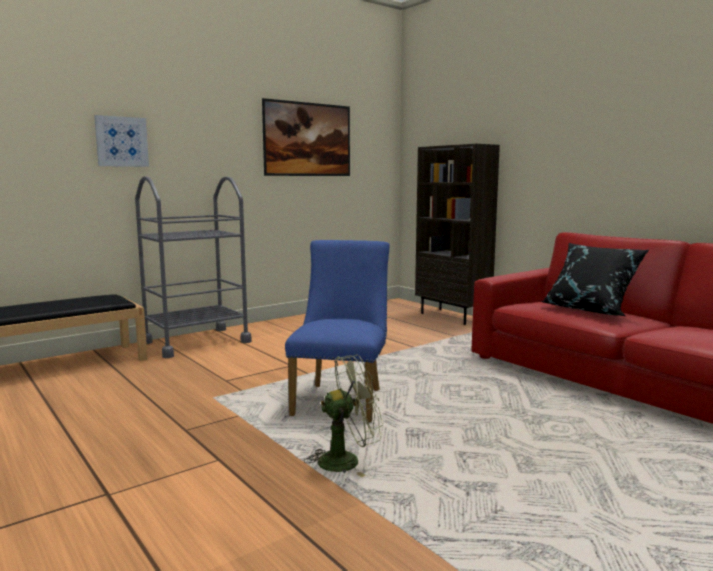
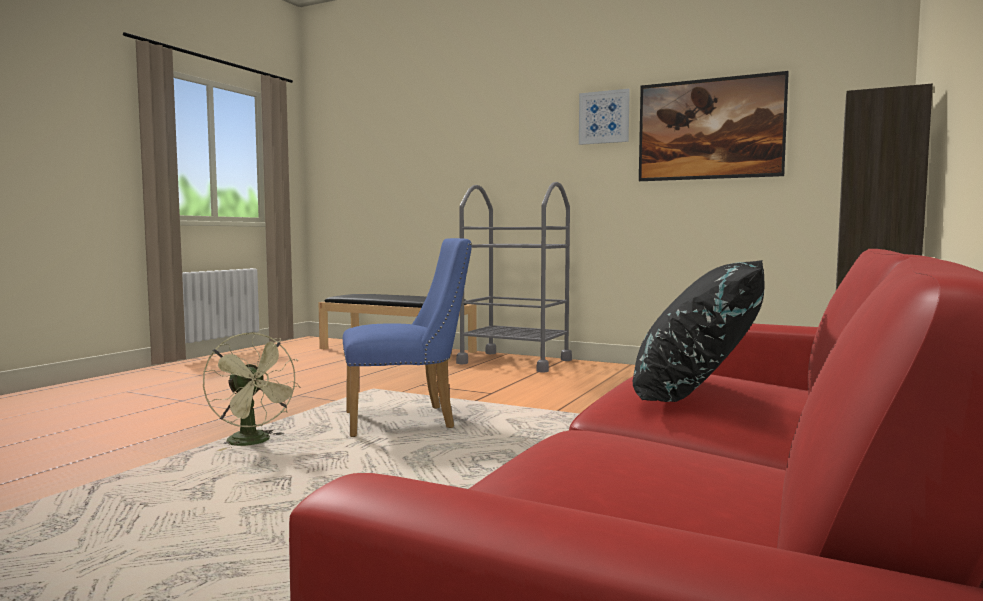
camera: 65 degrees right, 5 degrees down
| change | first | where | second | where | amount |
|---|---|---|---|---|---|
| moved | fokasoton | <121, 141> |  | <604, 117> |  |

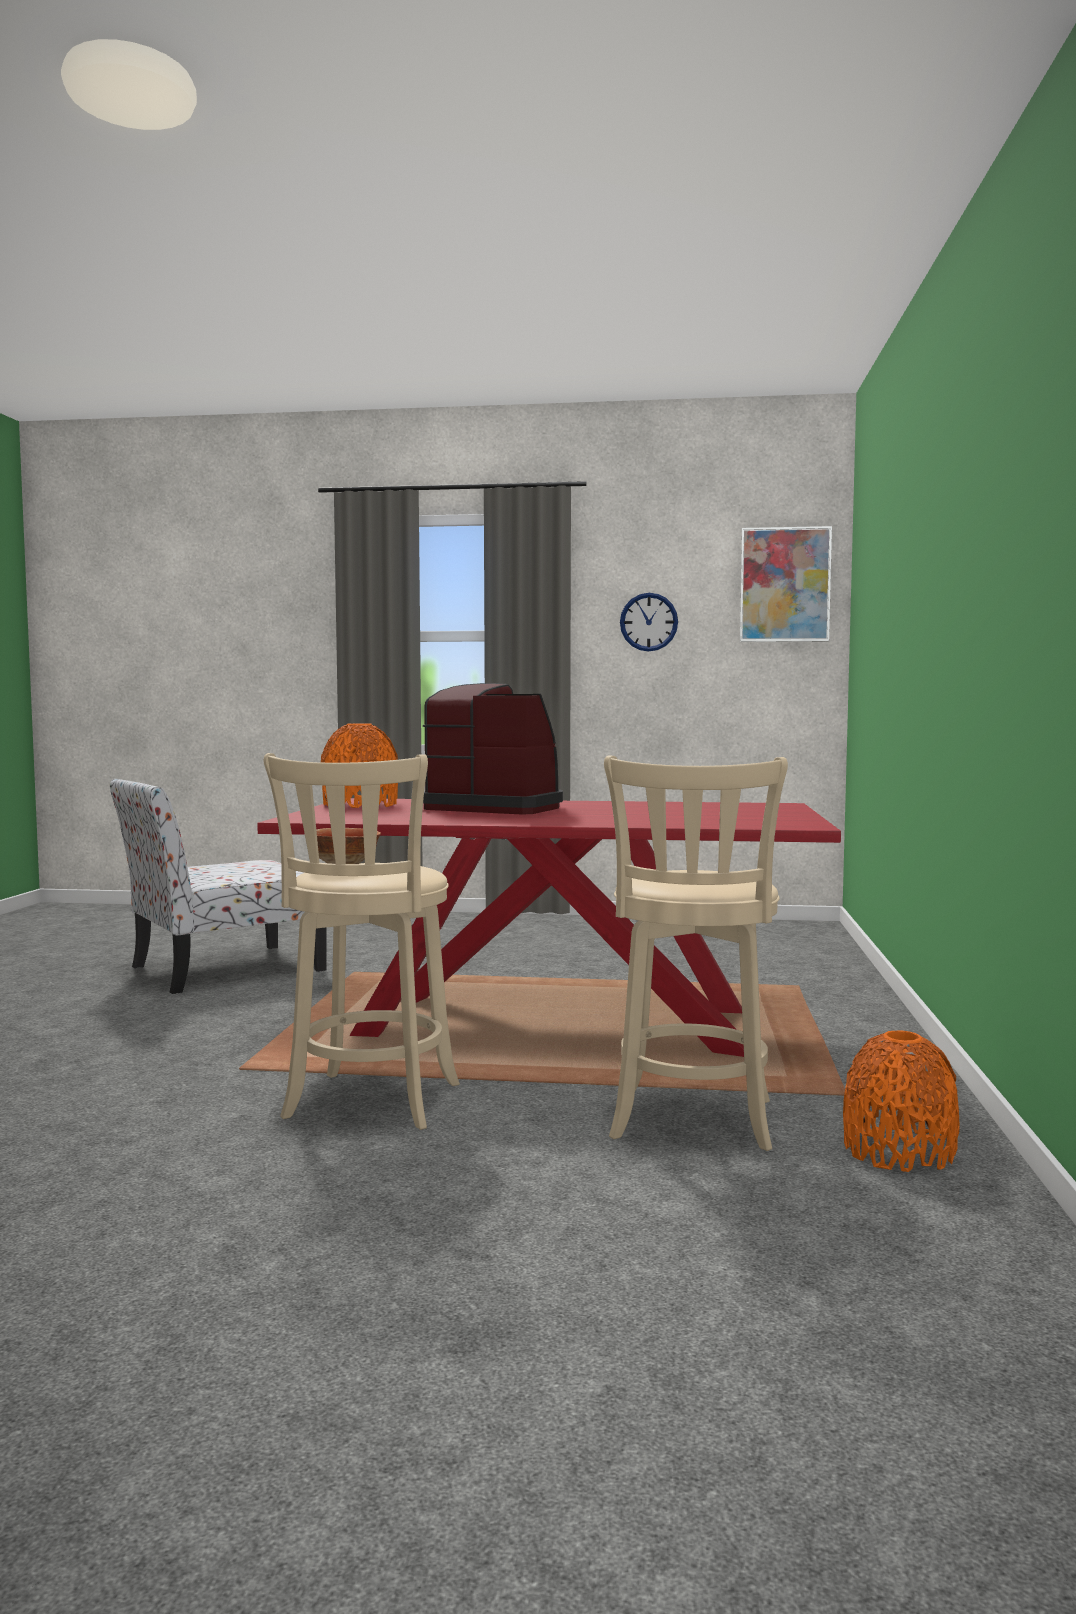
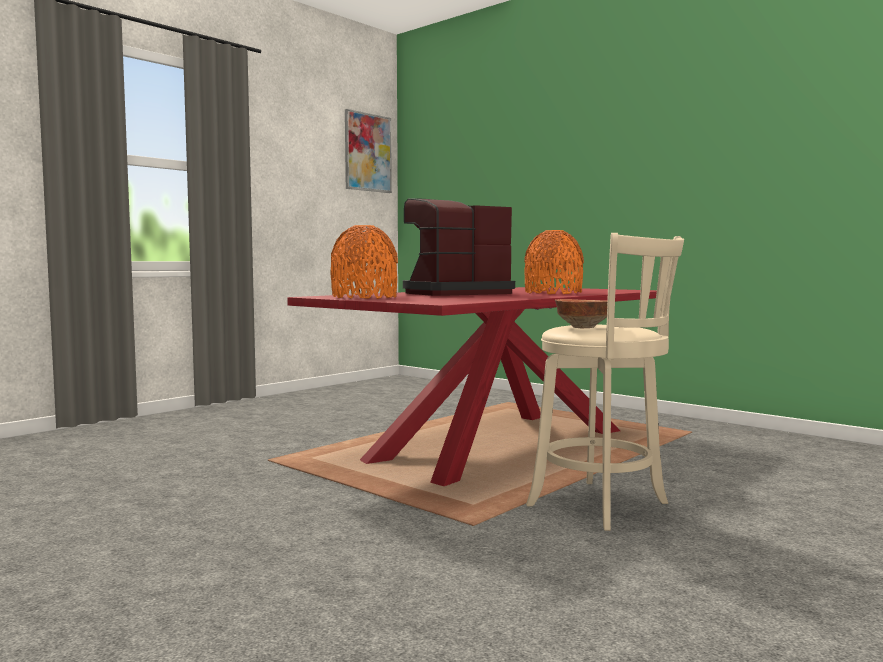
camera: 55 degrees left, 0 degrees up
| change | first | where | second | where | amount |
|---|---|---|---|---|---|
| moved | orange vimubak | <898, 1151> |  | <553, 293> |  |
| removed | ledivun | <222, 969> |  |  |  |
| removed | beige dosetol | <691, 1123> |  |  |  |
| removed | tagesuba | <648, 622> |  |  |  |

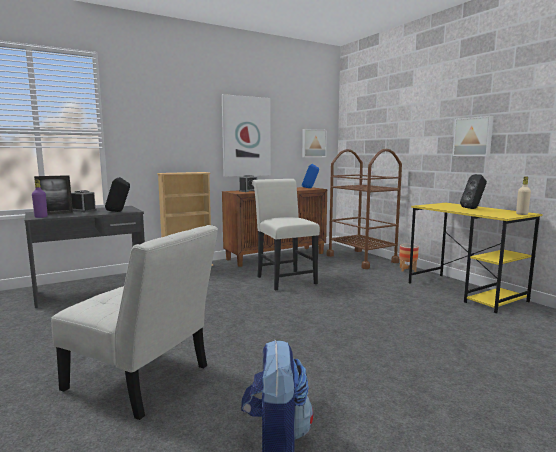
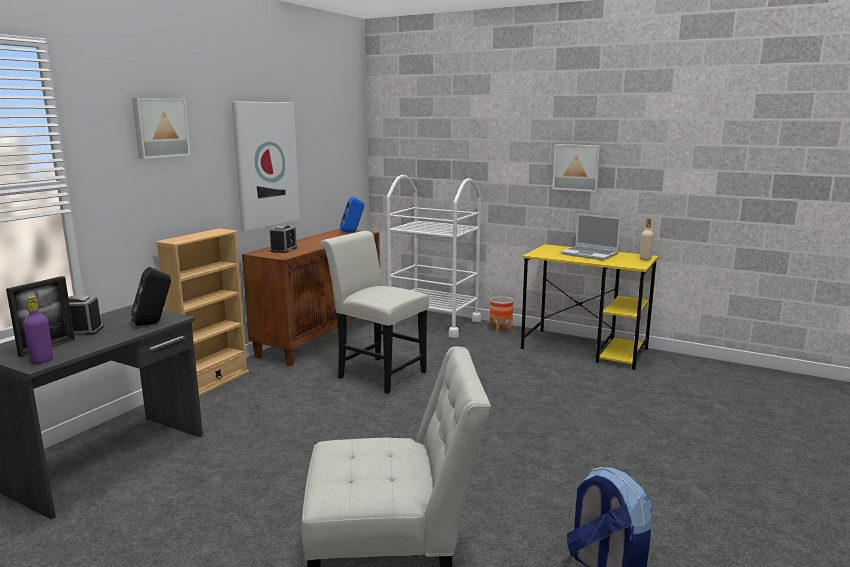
camera: 30 degrees left, 5 degrees up
| change | first | where | second | where | amount |
|---|---|---|---|---|---|
| moved | fokasoton | <313, 143> |  | <160, 128> |  |
| recoloured | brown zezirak | <361, 259> | white zezirak | <433, 322> |  |
| replaced | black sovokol | <473, 208> | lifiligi | <590, 254> |  |

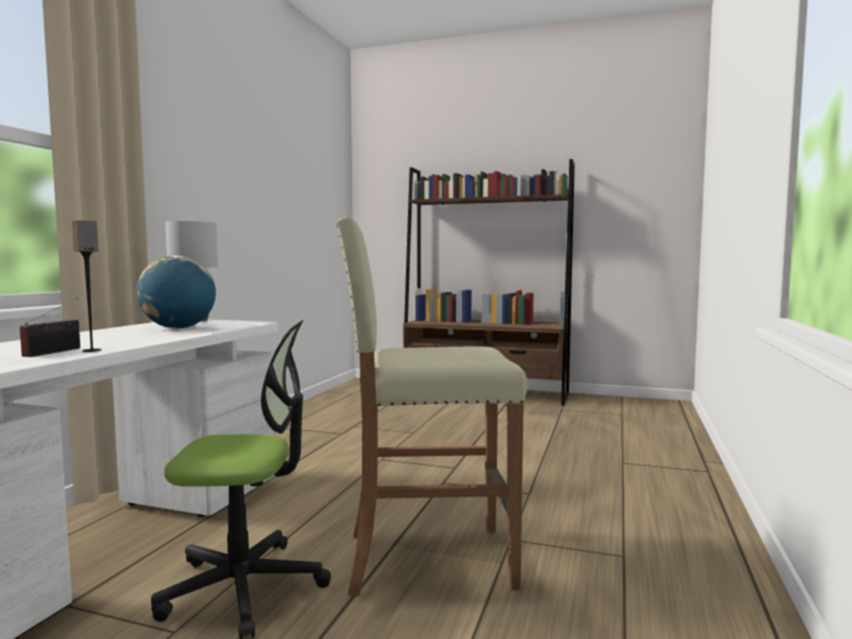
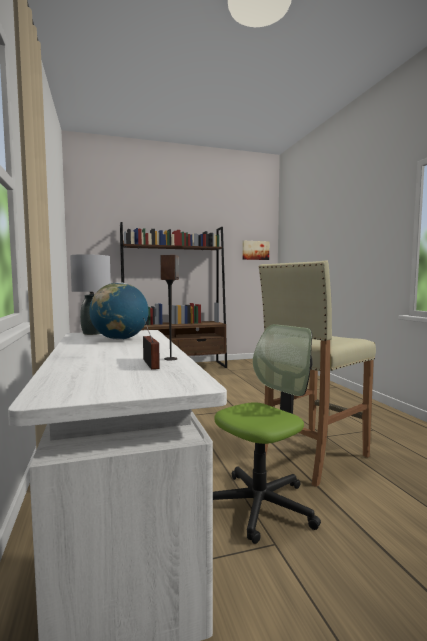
camera: 35 degrees left, 0 degrees up
| change | first | where | second | where | amount |
|---|---|---|---|---|---|
| added |  |  | fokasoton | <255, 250> |  |

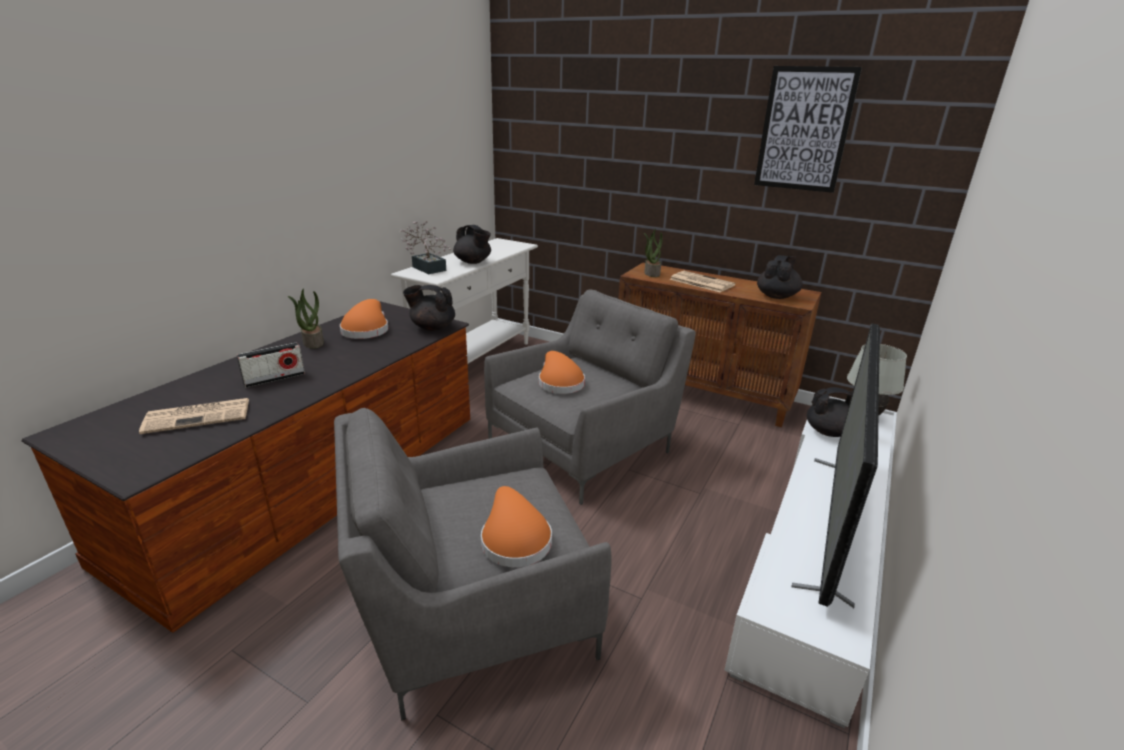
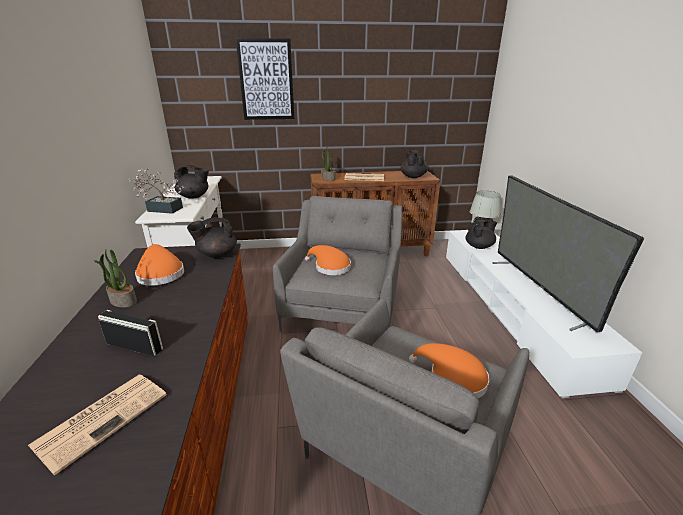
camera: 35 degrees left, 0 degrees up
| change | first | where | second | where | amount |
|---|---|---|---|---|---|
| turned | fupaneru | <274, 378> |  | <134, 346> | 90 degrees counterclockwise |
| moved | fokasoton | <804, 130> |  | <266, 80> |  |

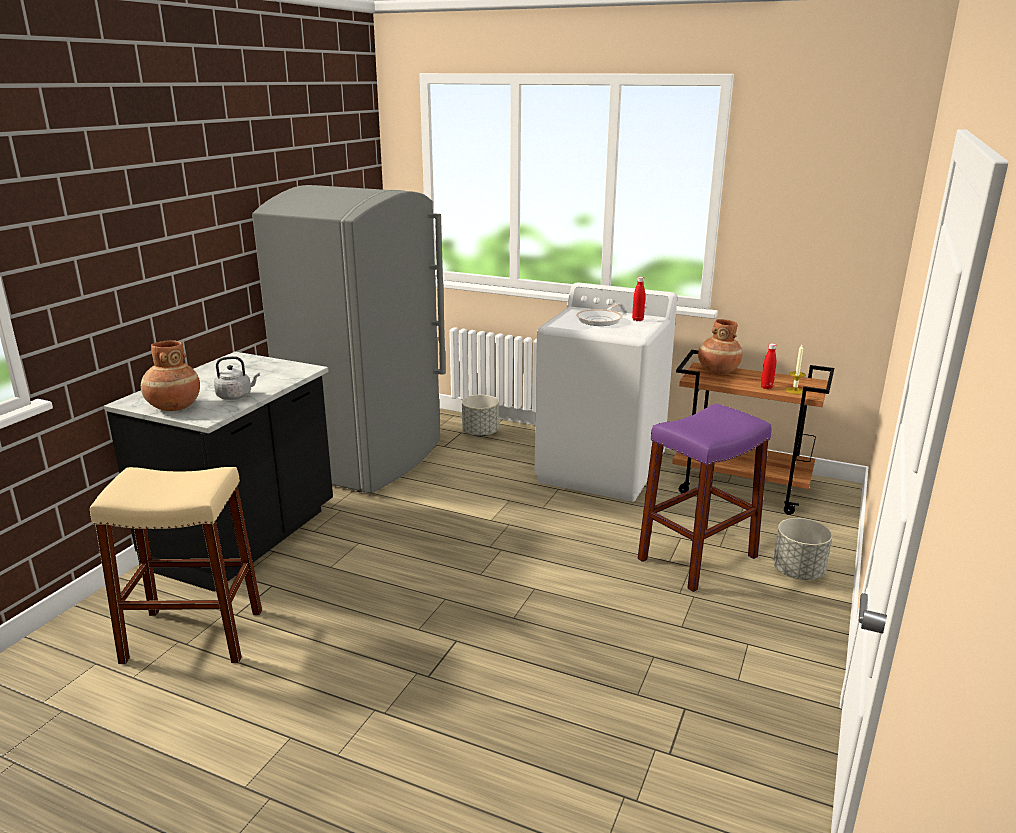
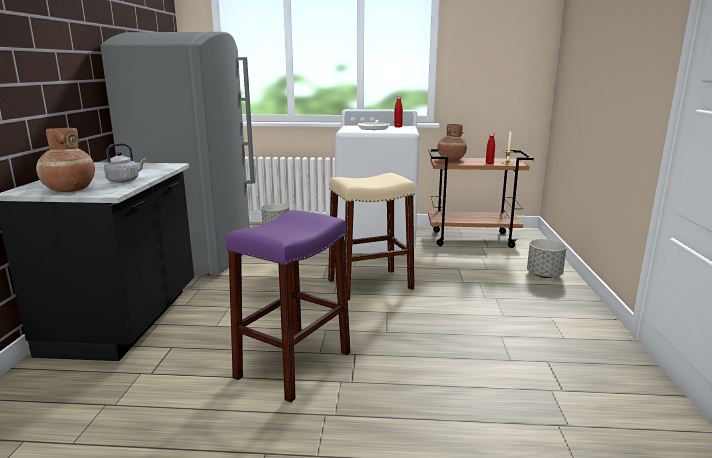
camera: 20 degrees left, 5 degrees down
| change | first | where | second | where | amount |
|---|---|---|---|---|---|
| moved | purple dosetol | <697, 558> |  | <294, 364> |  |
| moved | beige dosetol | <194, 636> |  | <370, 284> |  |

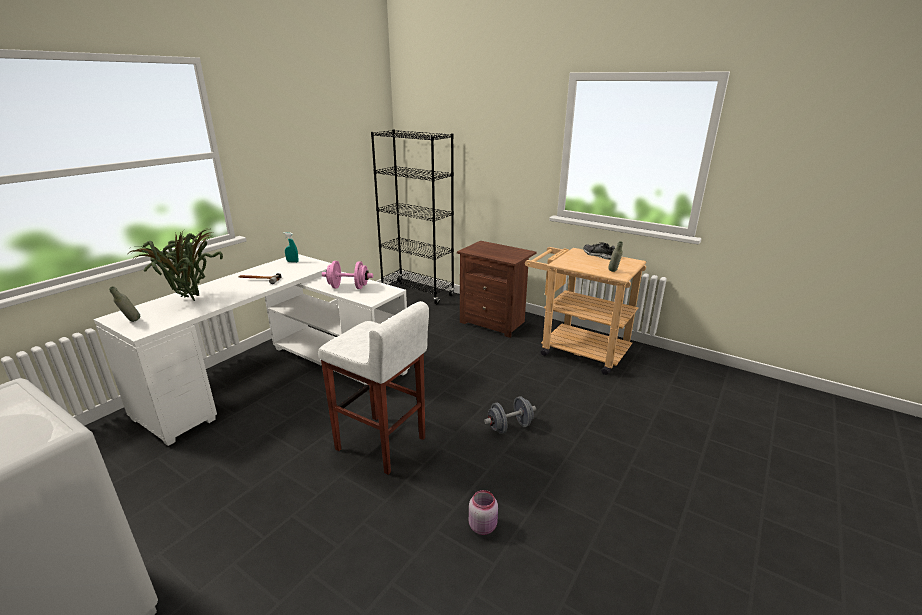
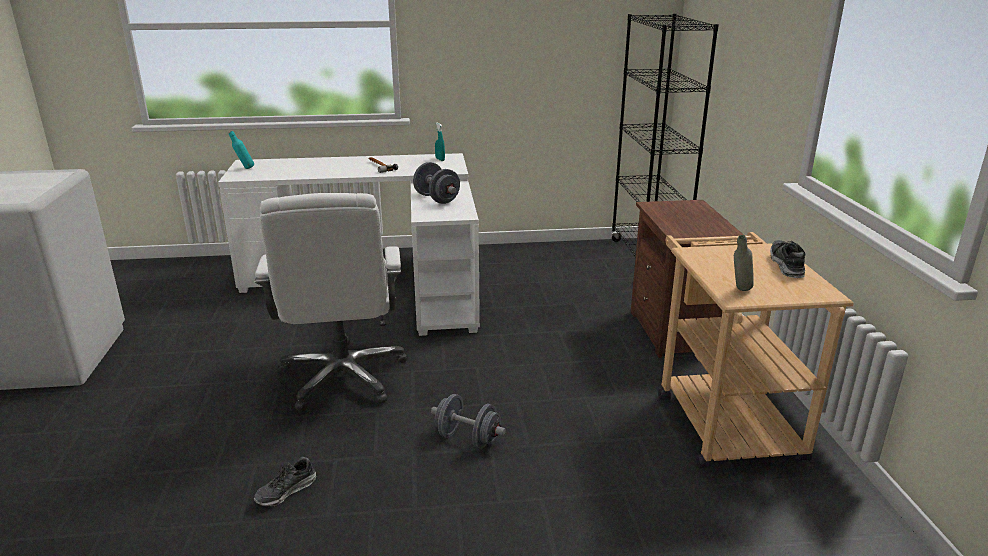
camera: 50 degrees right, 0 degrees up
| change | first | where | second | where | amount |
|---|---|---|---|---|---|
| recoloured | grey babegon | <131, 322> | turquoise babegon | <244, 169> |  |
| replaced | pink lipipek | <483, 526> | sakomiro | <286, 491> |  |
| replaced | white dosetol | <381, 444> | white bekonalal | <343, 377> |  |
| recoloured | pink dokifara | <348, 287> | grey dokifara | <437, 199> |  |
| removed | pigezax | <188, 301> |  |  |  |

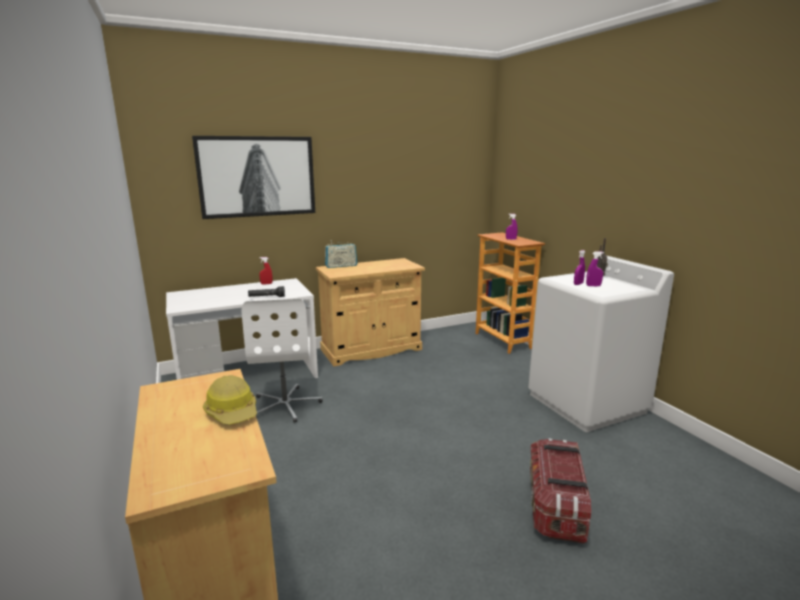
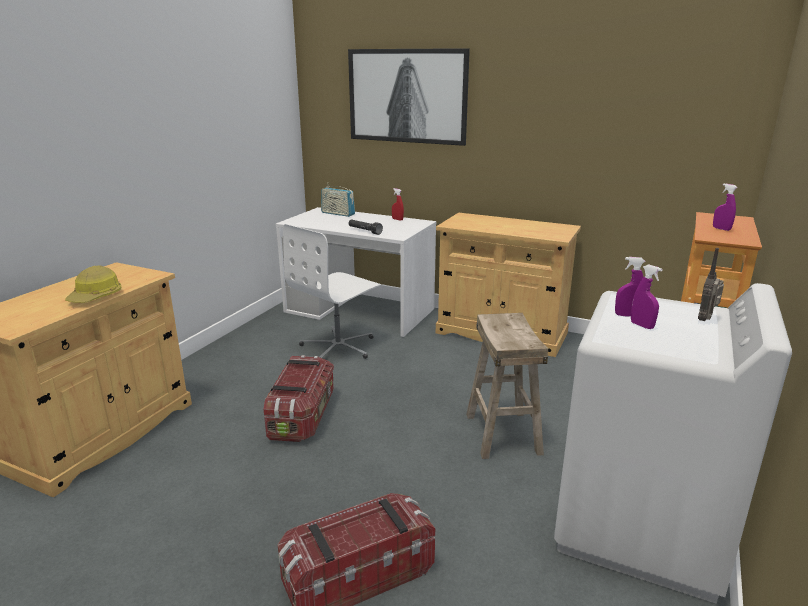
camera: 50 degrees right, 5 degrees up
| change | first | where | second | where | amount |
|---|---|---|---|---|---|
| added |  |  | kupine | <303, 415> |  |
| moved | fupaneru | <341, 266> |  | <338, 214> |  |
| added |  |  | beige dosetol | <502, 433> |  |

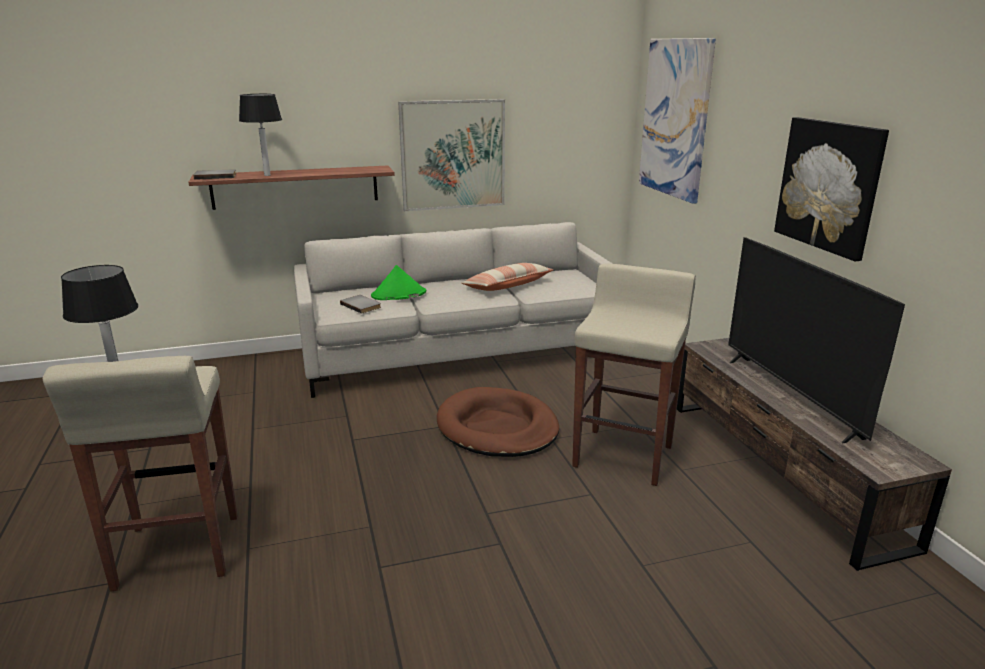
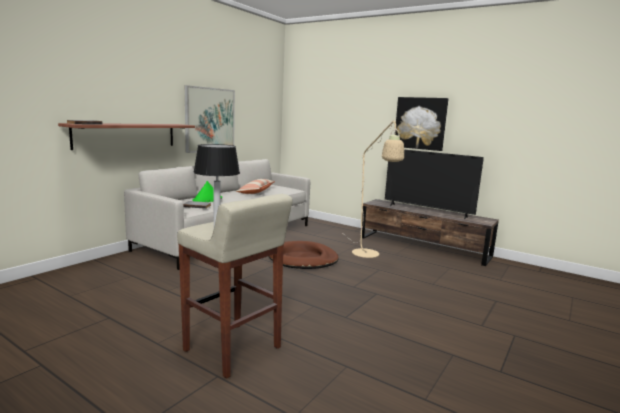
camera: 40 degrees left, 10 degrees down
| change | first | where | second | where | amount |
|---|---|---|---|---|---|
| replaced | beige dosetol | <624, 455> | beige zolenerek | <368, 255> |  |
| removed | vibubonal | <267, 175> |  |  |  |
| removed | fokasoton | <675, 118> |  |  |  |

